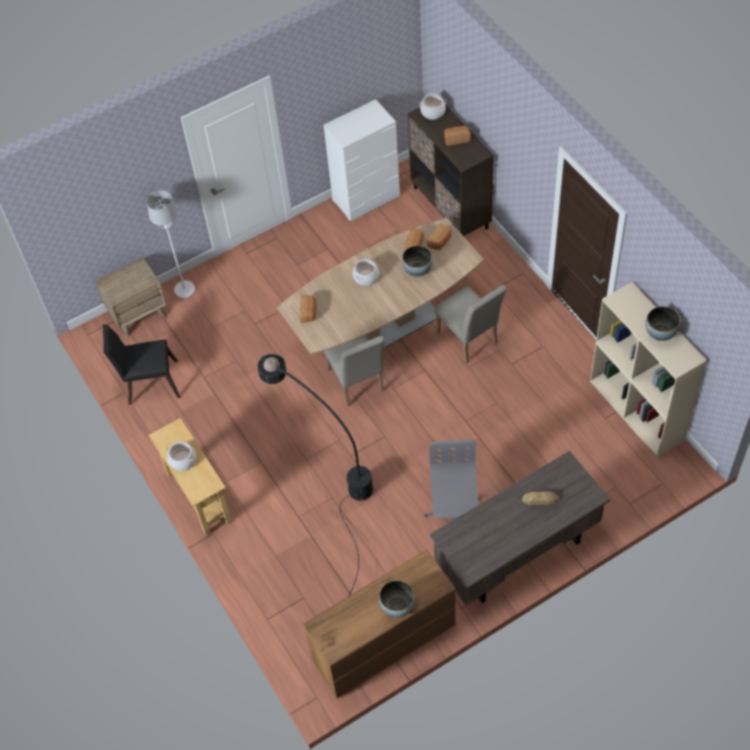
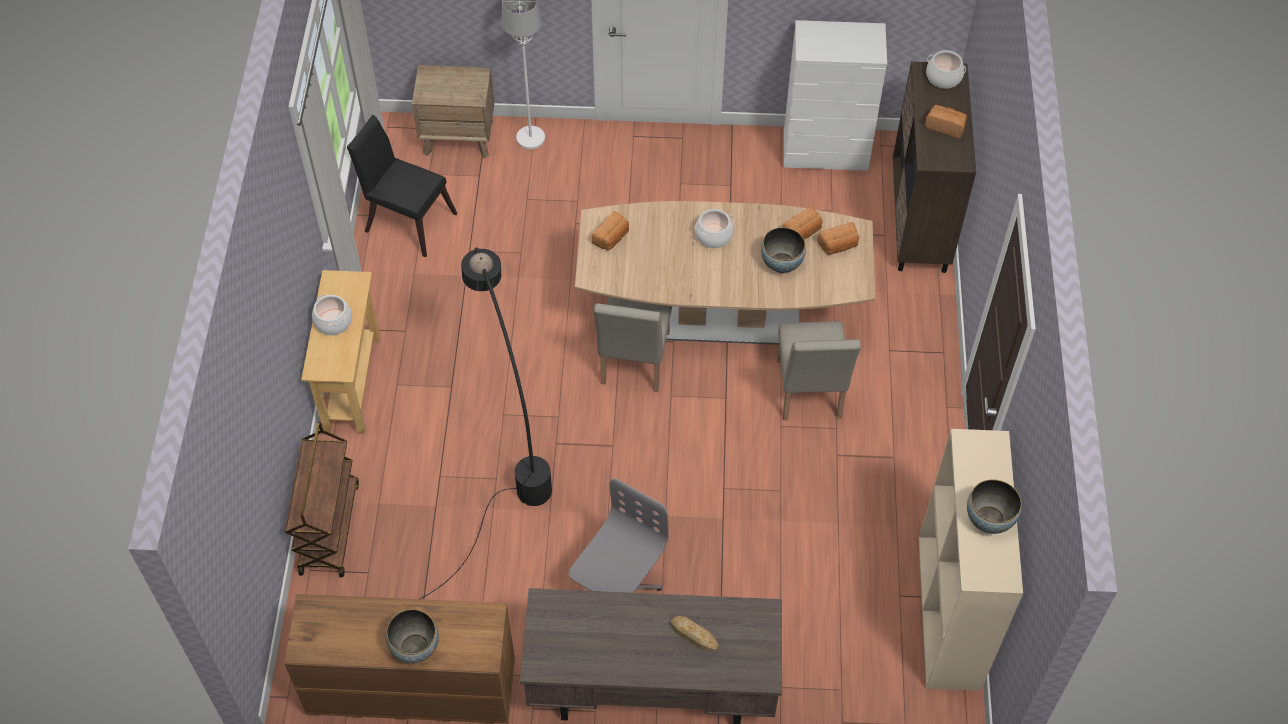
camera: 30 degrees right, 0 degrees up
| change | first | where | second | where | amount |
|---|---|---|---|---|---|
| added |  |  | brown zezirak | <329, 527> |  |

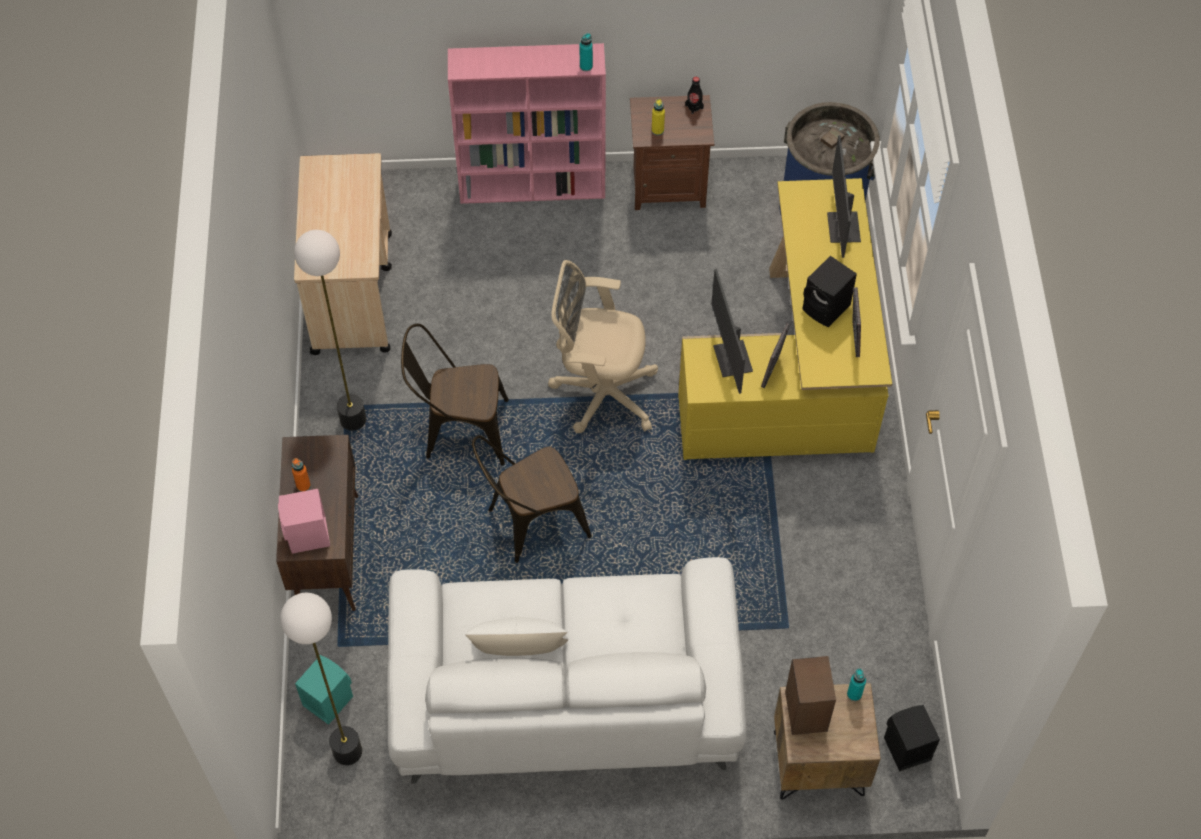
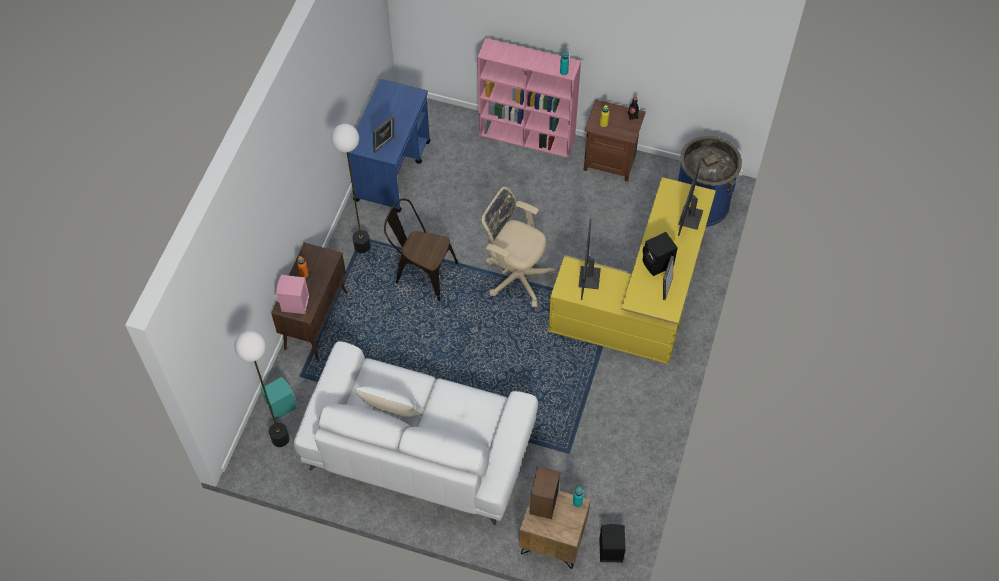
camera: 20 degrees right, 0 degrees up
| change | first | where | second | where | amount |
|---|---|---|---|---|---|
| recoloured | beige zezirak | <352, 292> | blue zezirak | <393, 170> |  |
| moved | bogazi | <773, 371> |  | <384, 145> |  |
| removed | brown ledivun | <530, 524> |  |  |  |

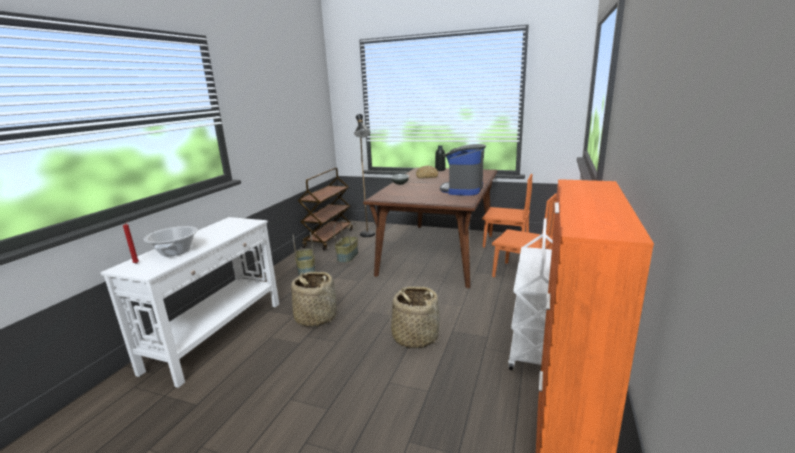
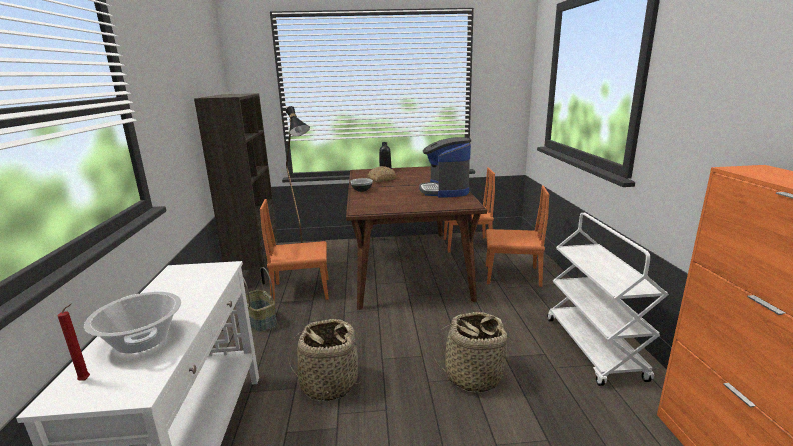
camera: 25 degrees left, 0 degrees up
| change | first | where | second | where | amount |
|---|---|---|---|---|---|
| replaced | brown zezirak | <328, 238> | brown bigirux | <255, 271> |  |
| replaced | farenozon | <347, 257> | orange ledivun | <301, 291> |  |

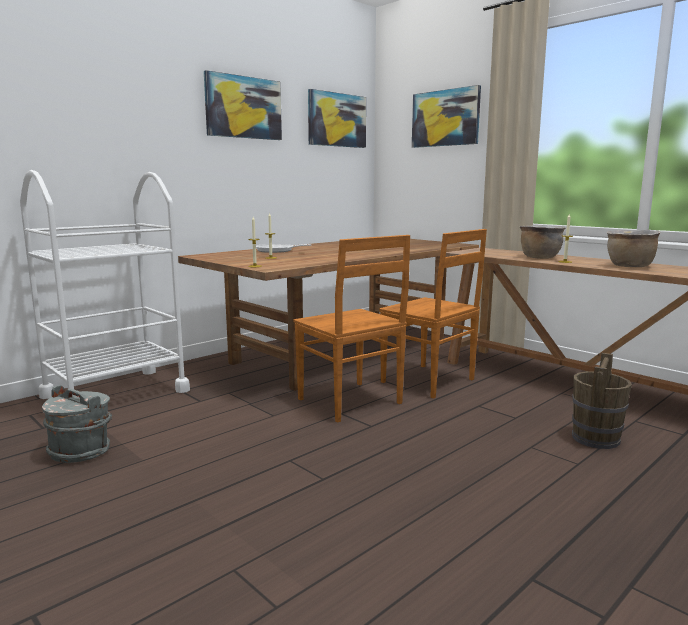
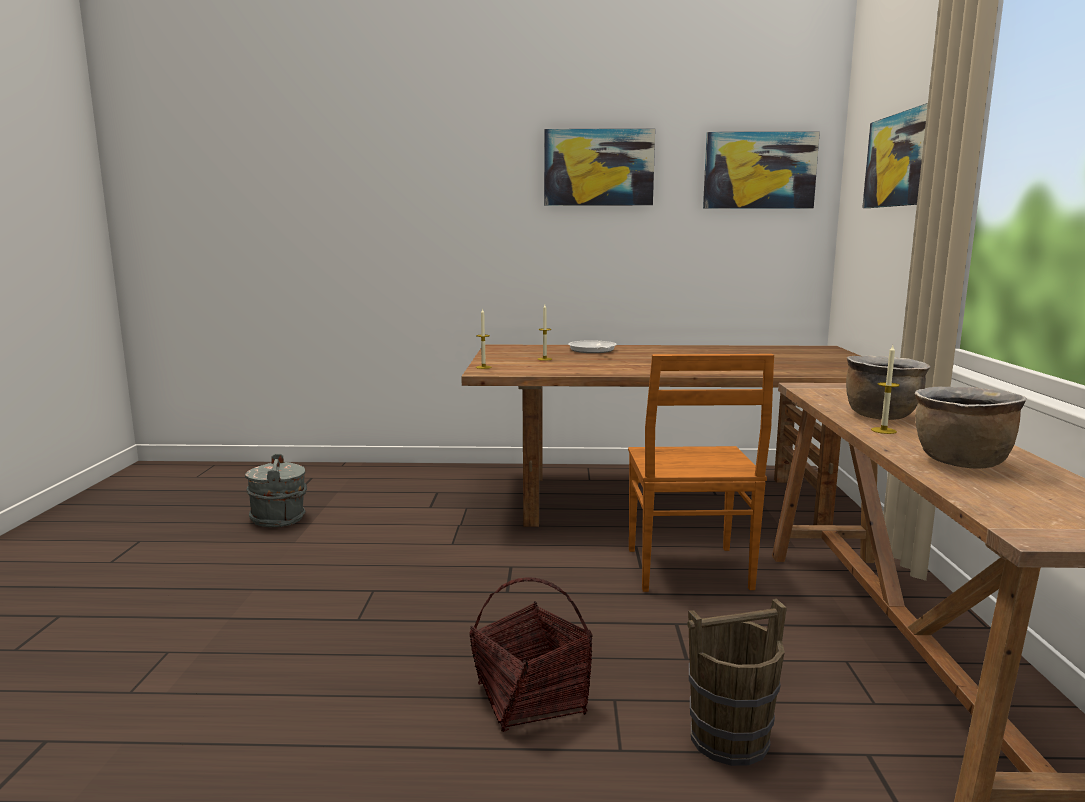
camera: 45 degrees right, 0 degrees up
| change | first | where | second | where | amount |
|---|---|---|---|---|---|
| added |  |  | farenozon | <531, 699> |  |
| removed | white zezirak | <115, 393> |  |  |  |
| removed | brown ledivun | <351, 402> |  |  |  |

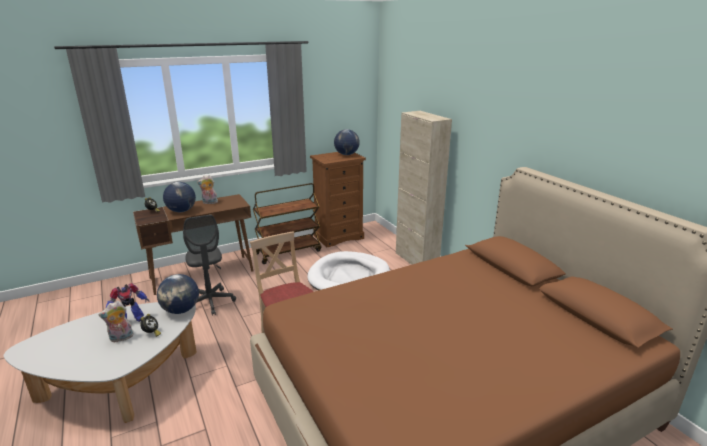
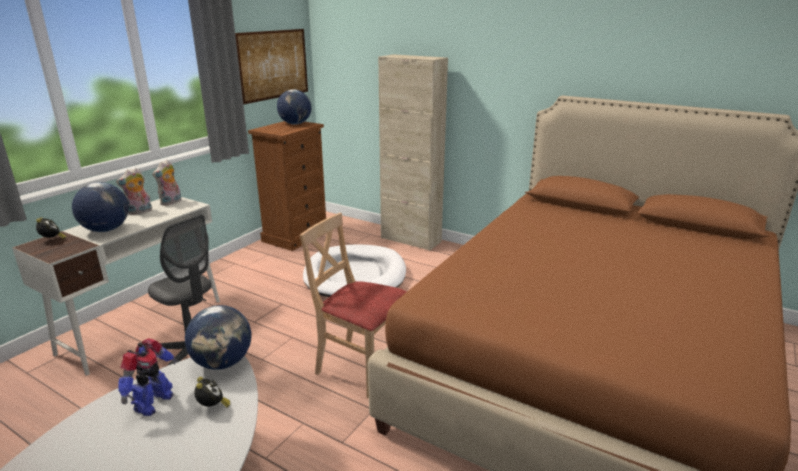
camera: 30 degrees left, 0 degrees up
| change | first | where | second | where | amount |
|---|---|---|---|---|---|
| recoloured | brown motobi | <202, 274> | white motobi | <144, 325> |  |
| moved | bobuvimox | <121, 338> |  | <171, 202> |  |
| added |  |  | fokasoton | <273, 64> |  |
| removed | brown zezirak | <288, 252> |  |  |  |

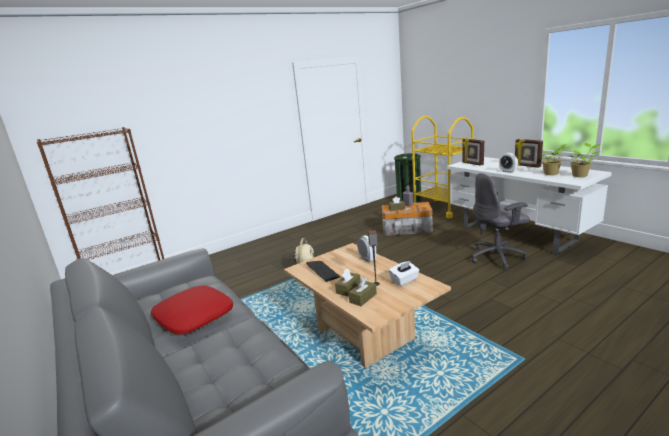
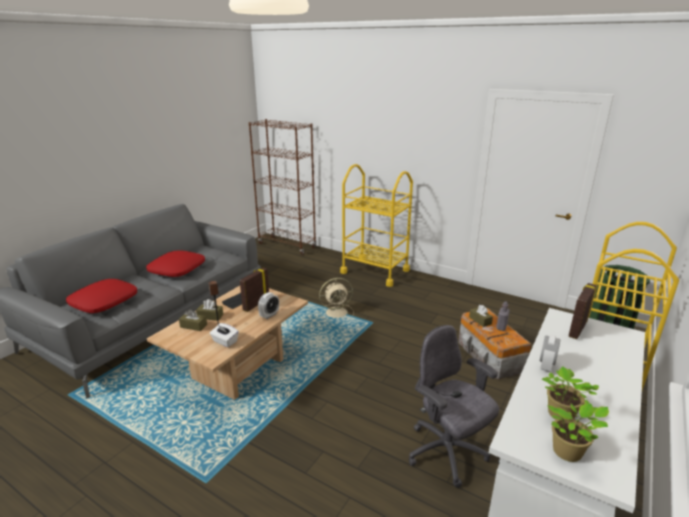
camera: 65 degrees right, 5 degrees up
| change | first | where | second | where | amount |
|---|---|---|---|---|---|
| added |  |  | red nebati | <104, 302> |  |
| moved | bogazi | <527, 166> |  | <256, 304> |  |
| added |  |  | yellow zezirak | <375, 271> |  |

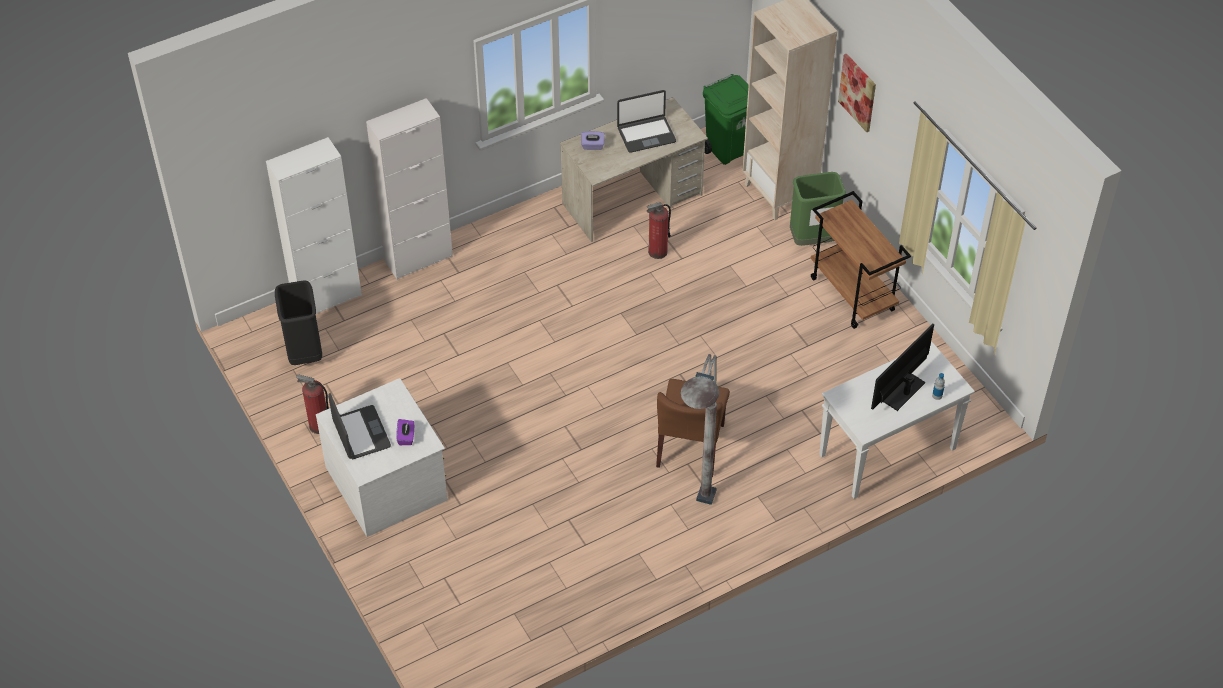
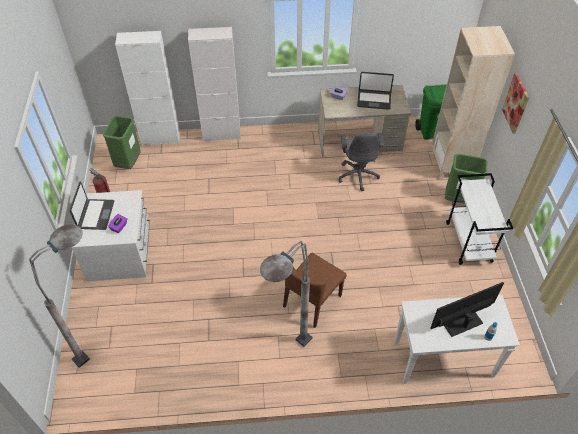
camera: 25 degrees right, 0 degrees up
| change | first | where | second | where | amount |
|---|---|---|---|---|---|
| added |  |  | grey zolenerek | <103, 343> |  |
| recoloured | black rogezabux | <304, 353> | green rogezabux | <128, 163> |  |
| replaced | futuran | <657, 252> | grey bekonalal | <358, 175> |  |
| recoloured | brown zezirak | <853, 294> | white zezirak | <469, 242> |  |

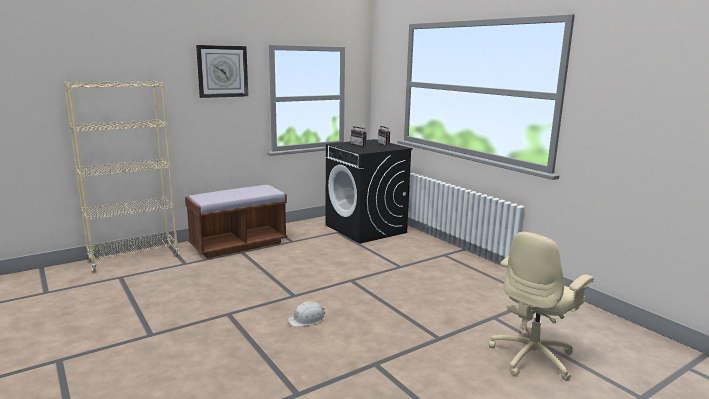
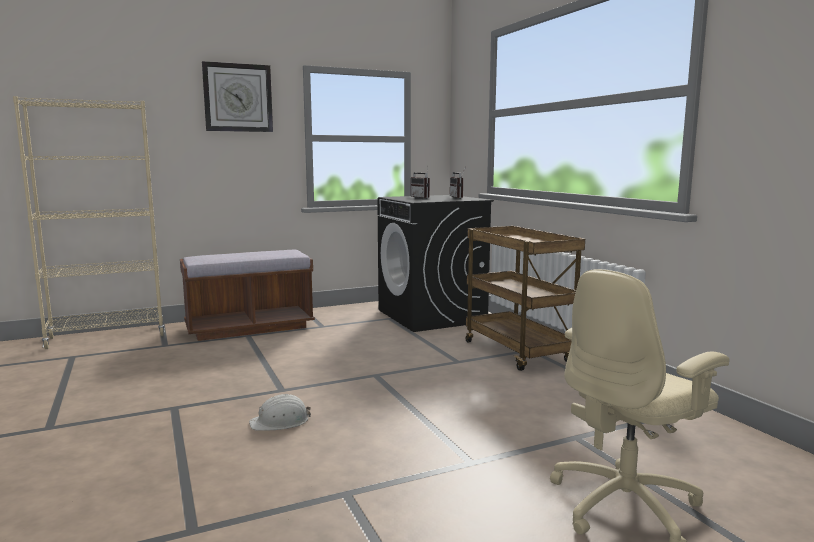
camera: 10 degrees right, 5 degrees down
| change | first | where | second | where | amount |
|---|---|---|---|---|---|
| added |  |  | brown zezirak | <519, 352> |  |

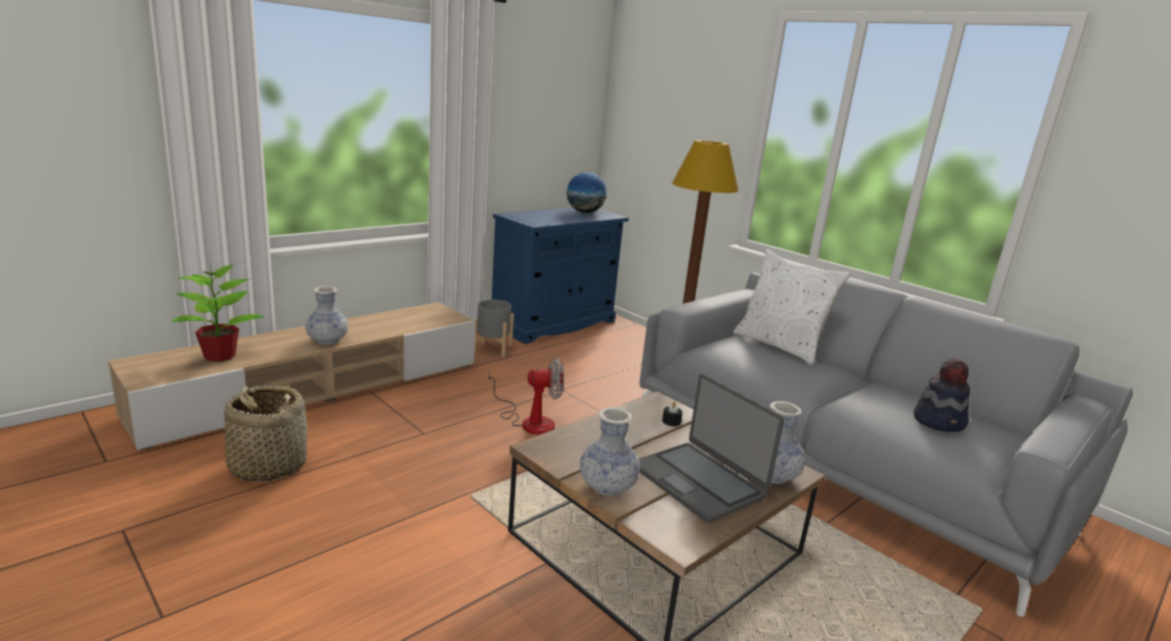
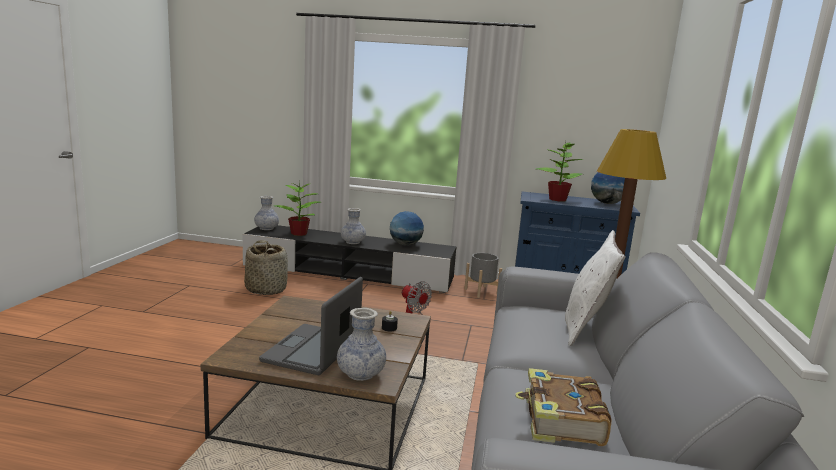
camera: 55 degrees right, 5 degrees down
| change | first | where | second | where | amount |
|---|---|---|---|---|---|
| recoloured | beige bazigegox | <318, 388> | black bazigegox | <349, 273> |  |
| moved | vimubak | <607, 486> |  | <266, 228> |  |
| added |  |  | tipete | <405, 244> |  |
| replaced | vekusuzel | <939, 422> | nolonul | <561, 420> |  |
| added |  |  | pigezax | <557, 199> |  |

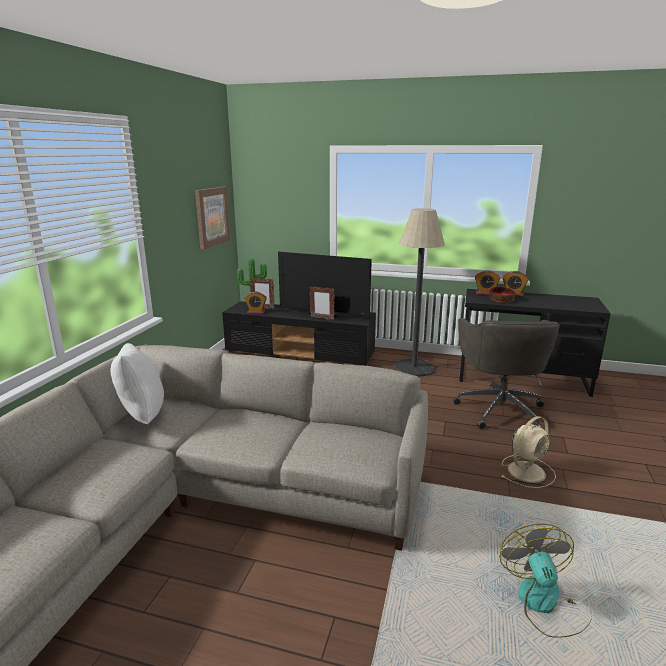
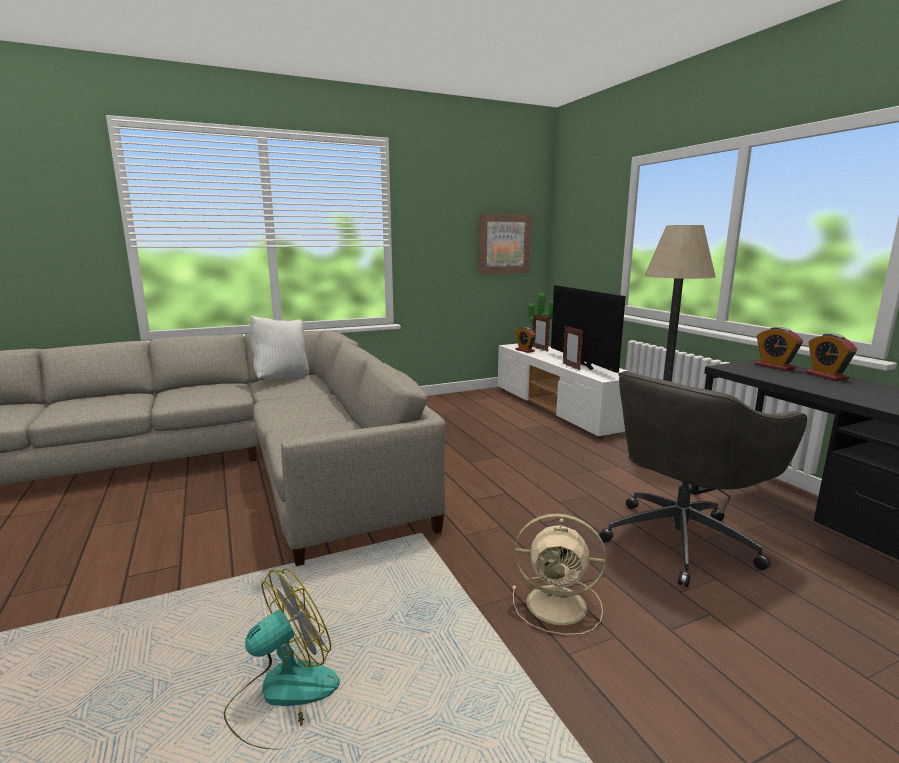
camera: 50 degrees right, 5 degrees down
| change | first | where | second | where | amount |
|---|---|---|---|---|---|
| recoloured | black bazigegox | <301, 352> | white bazigegox | <561, 408> |  |
| removed | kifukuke | <500, 300> |  |  |  |

